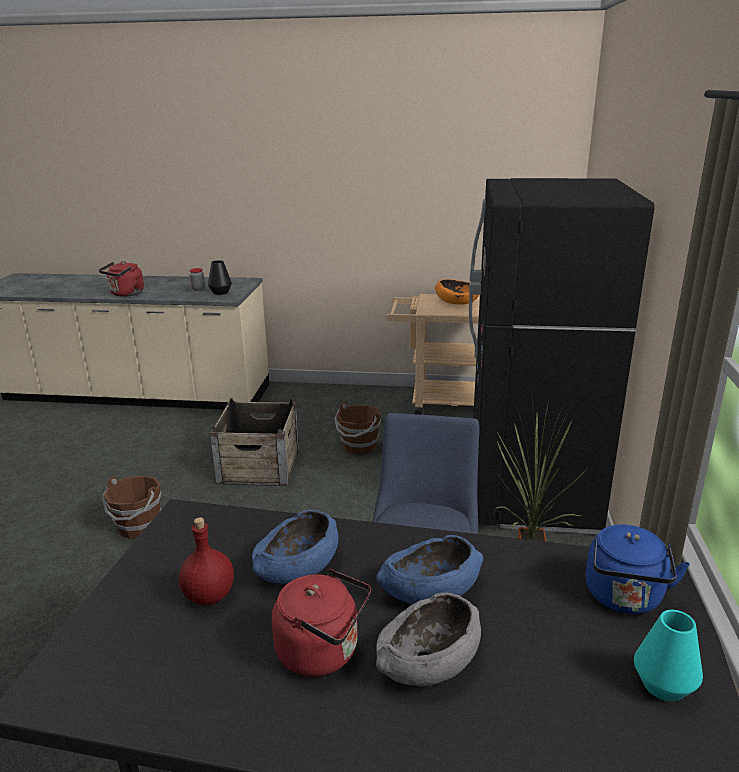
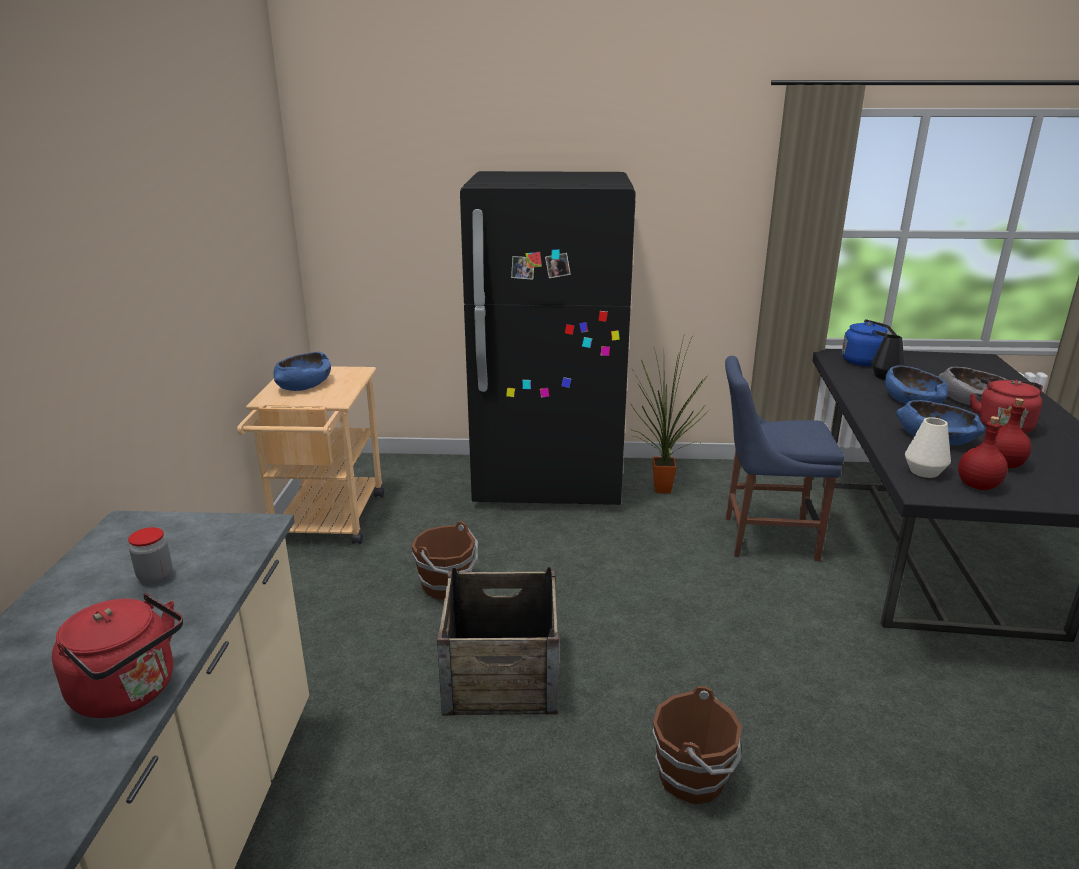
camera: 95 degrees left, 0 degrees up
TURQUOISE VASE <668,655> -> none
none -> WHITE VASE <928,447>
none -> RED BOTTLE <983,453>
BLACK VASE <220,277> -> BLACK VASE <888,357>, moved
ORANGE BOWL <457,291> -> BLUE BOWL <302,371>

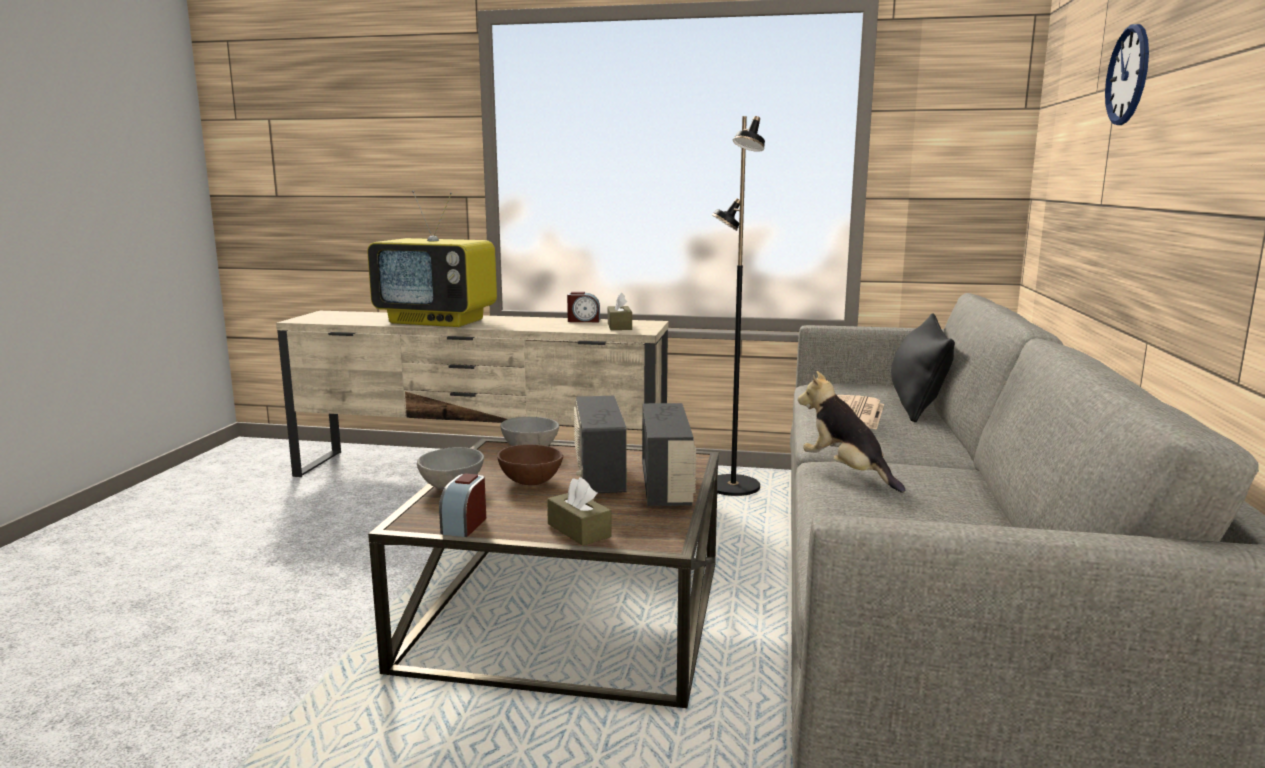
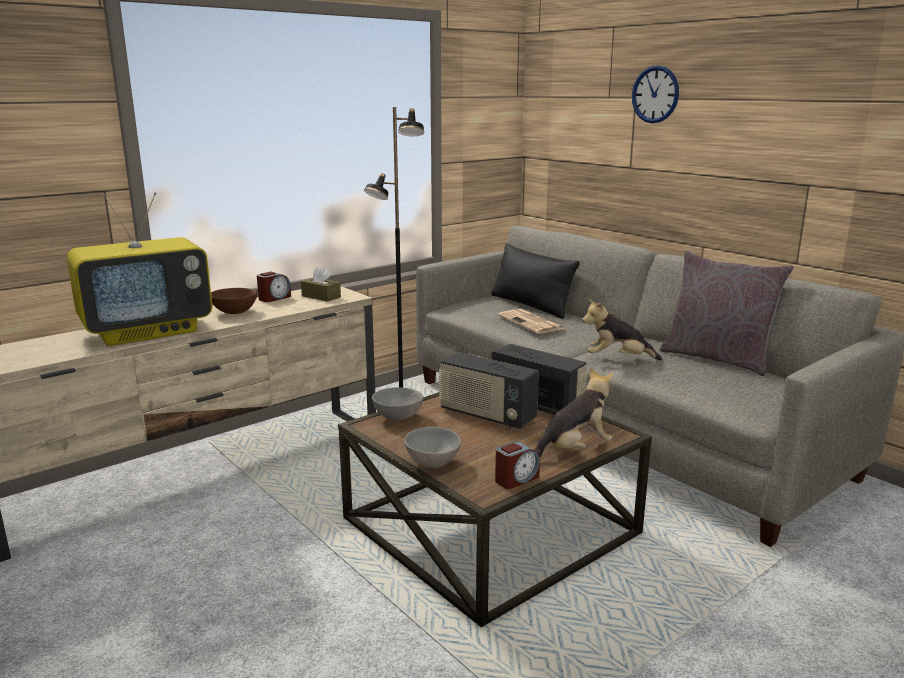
camera: 50 degrees left, 5 degrees up
none -> GREY PILLOW <727,313>
BROWN BOWL <530,465> -> BROWN BOWL <234,301>, moved
BROWN TISSUE BOX <579,511> -> PLUSH TOY <574,412>
ALARM CLOCK <462,505> -> ALARM CLOCK <517,465>, 90 degrees counterclockwise

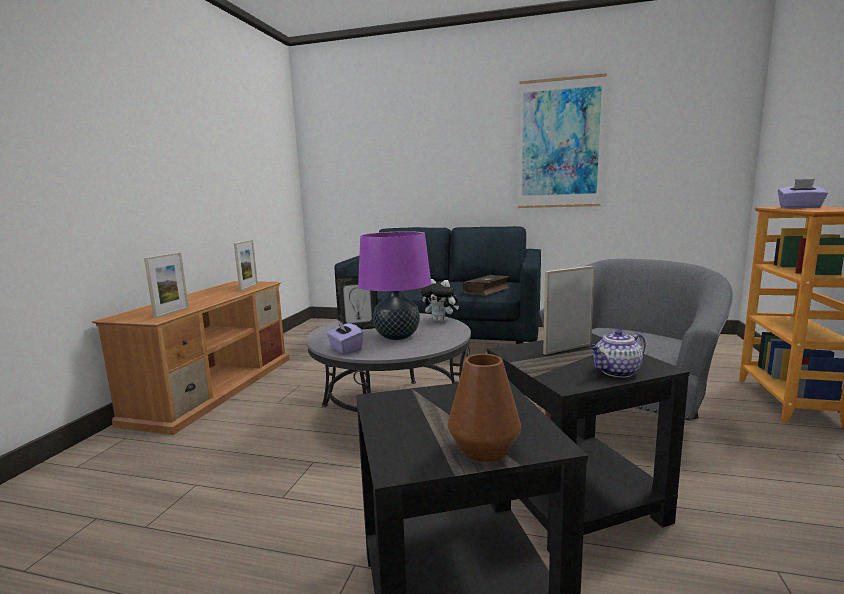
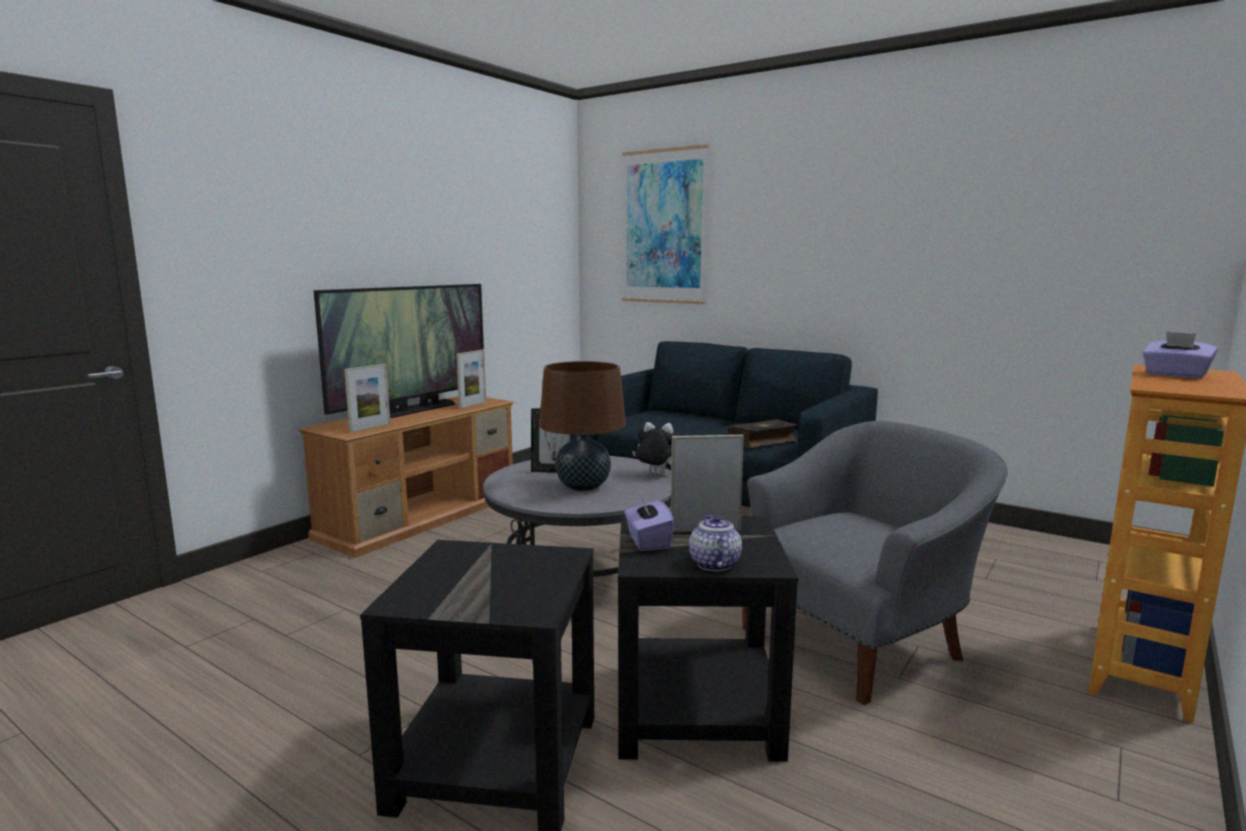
camera: 20 degrees right, 0 degrees up
BROWN VASE <484,408> -> none
none -> TELEVISION <399,351>
PURPLE TISSUE BOX <345,337> -> PURPLE TISSUE BOX <649,523>, moved
PICTURE <562,140> -> PICTURE <665,224>, moved
PURPLE TABLE LAMP <394,285> -> BROWN TABLE LAMP <582,426>
PLUSH TOY <440,300> -> PLUSH TOY <656,448>, 150 degrees clockwise
TEAPOT <618,353> -> TEAPOT <715,542>, 90 degrees clockwise

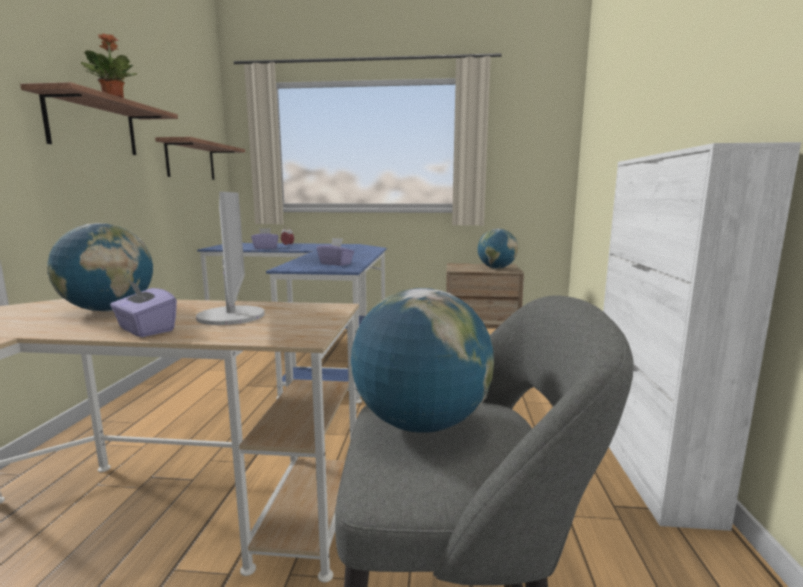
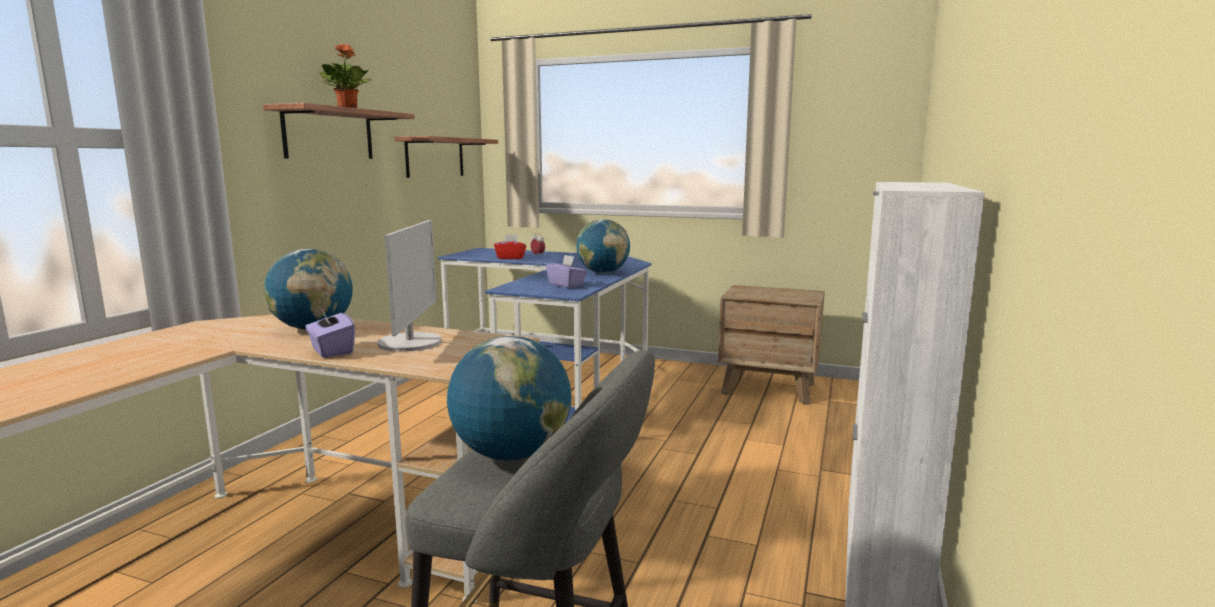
camera: 15 degrees right, 0 degrees up
GLOBE <498,249> -> GLOBE <603,246>, moved
PURPLE TISSUE BOX <265,238> -> RED TISSUE BOX <510,247>

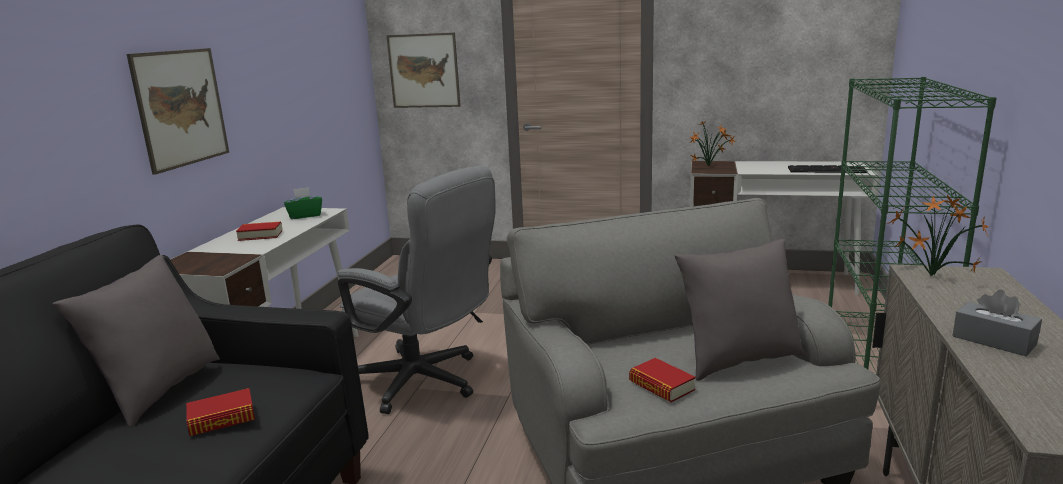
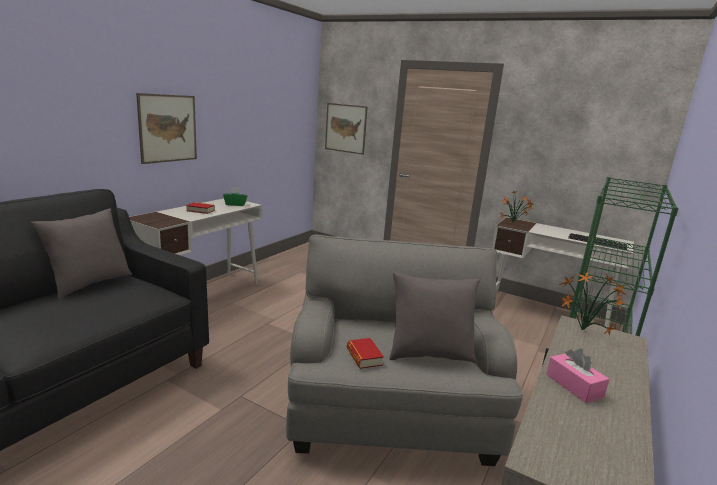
camera: 15 degrees right, 0 degrees up
BOOK <220,412> -> none
GREY OFFICE CHAIR <417,290> -> none
GREY TISSUE BOX <997,323> -> PINK TISSUE BOX <578,376>

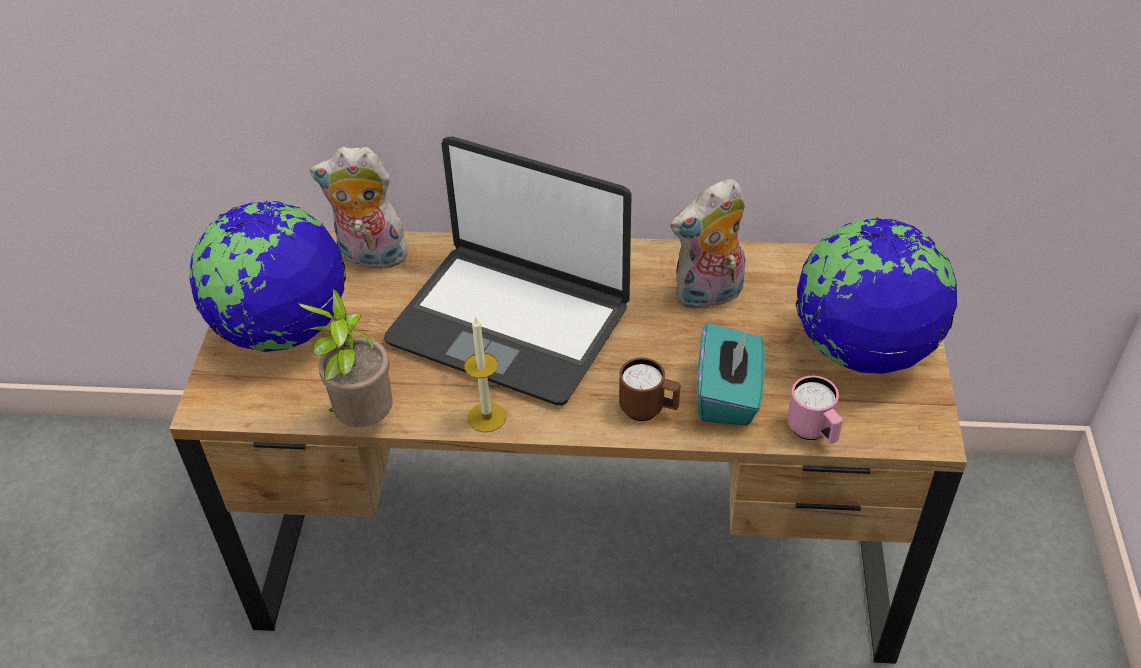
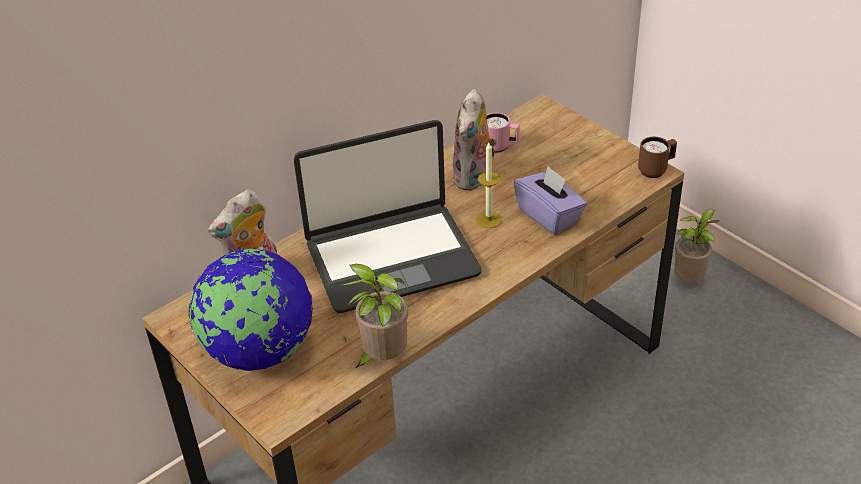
camera: 45 degrees left, 5 degrees down
GLOBE <876,295> -> none
none -> POTTED PLANT <696,245>
CANDLE <485,374> -> CANDLE <489,185>, moved
BROWN MUG <649,389> -> BROWN MUG <657,157>, moved
PINK MUG <815,410> -> PINK MUG <503,133>, moved
TURQUOISE TISSUE BOX <731,374> -> PURPLE TISSUE BOX <550,200>

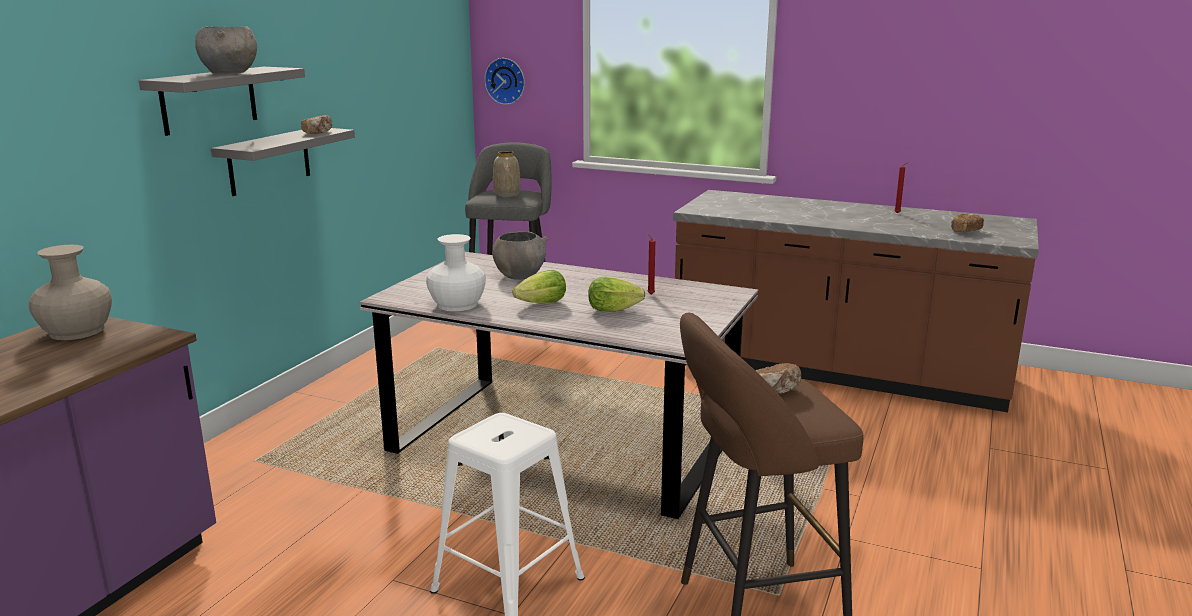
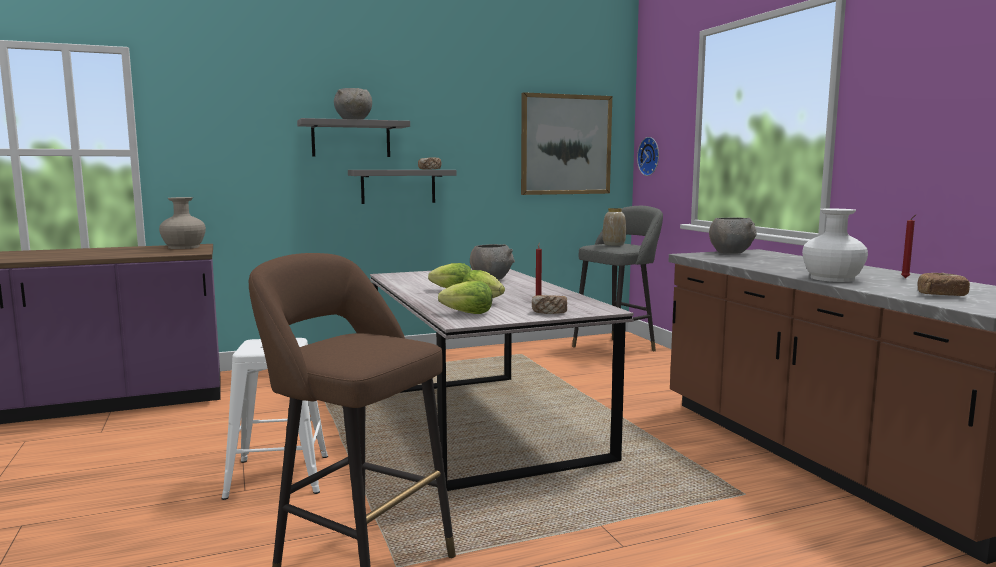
camera: 45 degrees right, 10 degrees down
none -> LETTUCE <465,297>
none -> PICTURE <566,143>
none -> GREY BOWL <733,235>
WHITE VASE <456,272> -> WHITE VASE <835,245>, moved
BREAD <778,378> -> BREAD <549,304>, moved

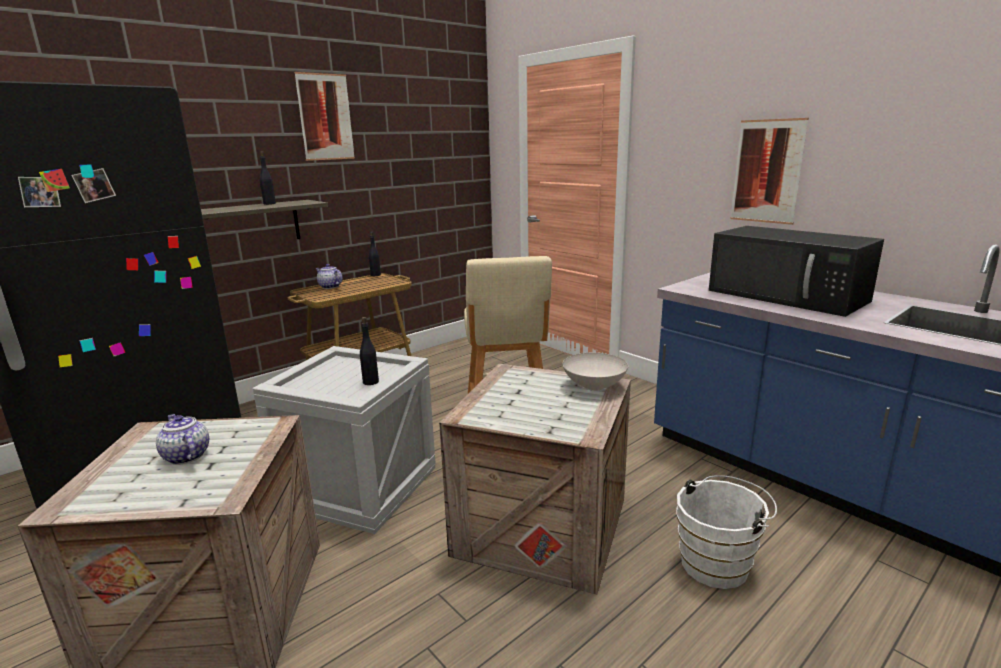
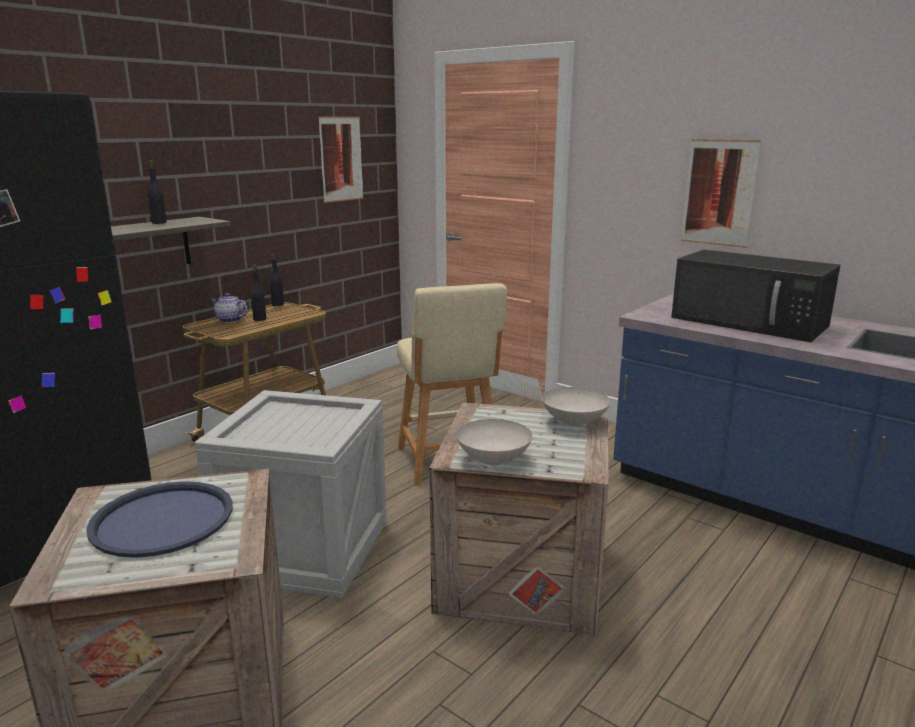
camera: 10 degrees left, 0 degrees up
WHITE BUCKET <726,532> -> none
none -> WHITE BOWL <494,442>
PICTURE <324,116> -> PICTURE <341,160>, moved
BLACK BOTTLE <369,351> -> BLACK BOTTLE <258,293>, moved
TEAPOT <182,439> -> BLUE TRAY <159,519>

